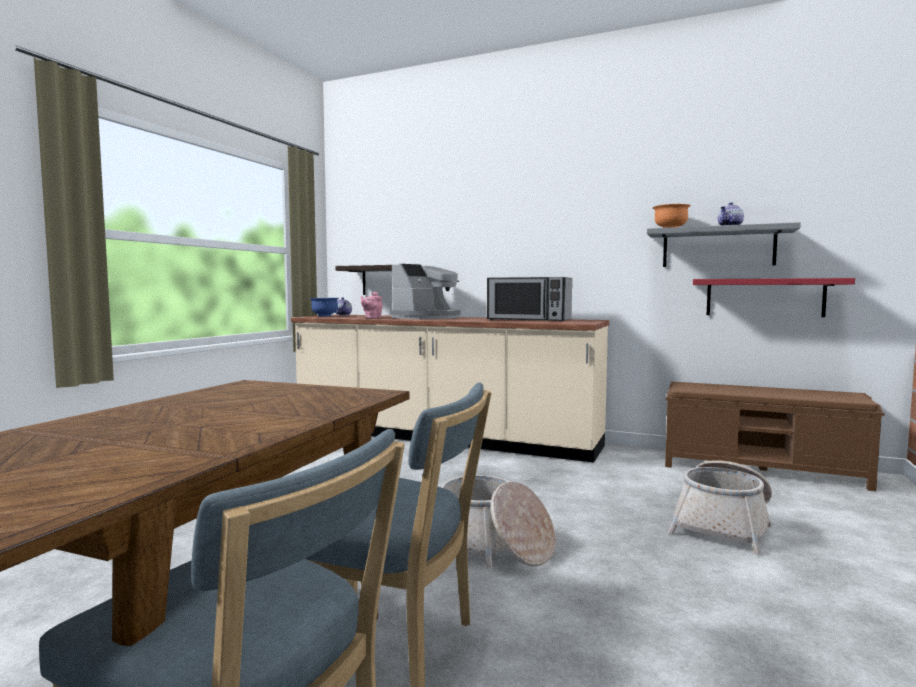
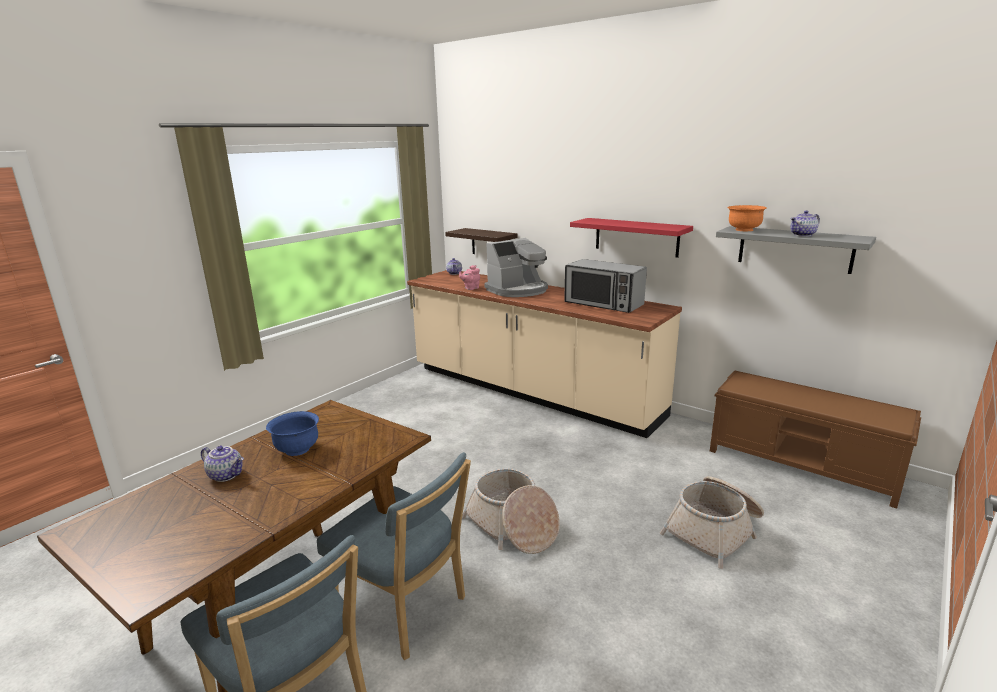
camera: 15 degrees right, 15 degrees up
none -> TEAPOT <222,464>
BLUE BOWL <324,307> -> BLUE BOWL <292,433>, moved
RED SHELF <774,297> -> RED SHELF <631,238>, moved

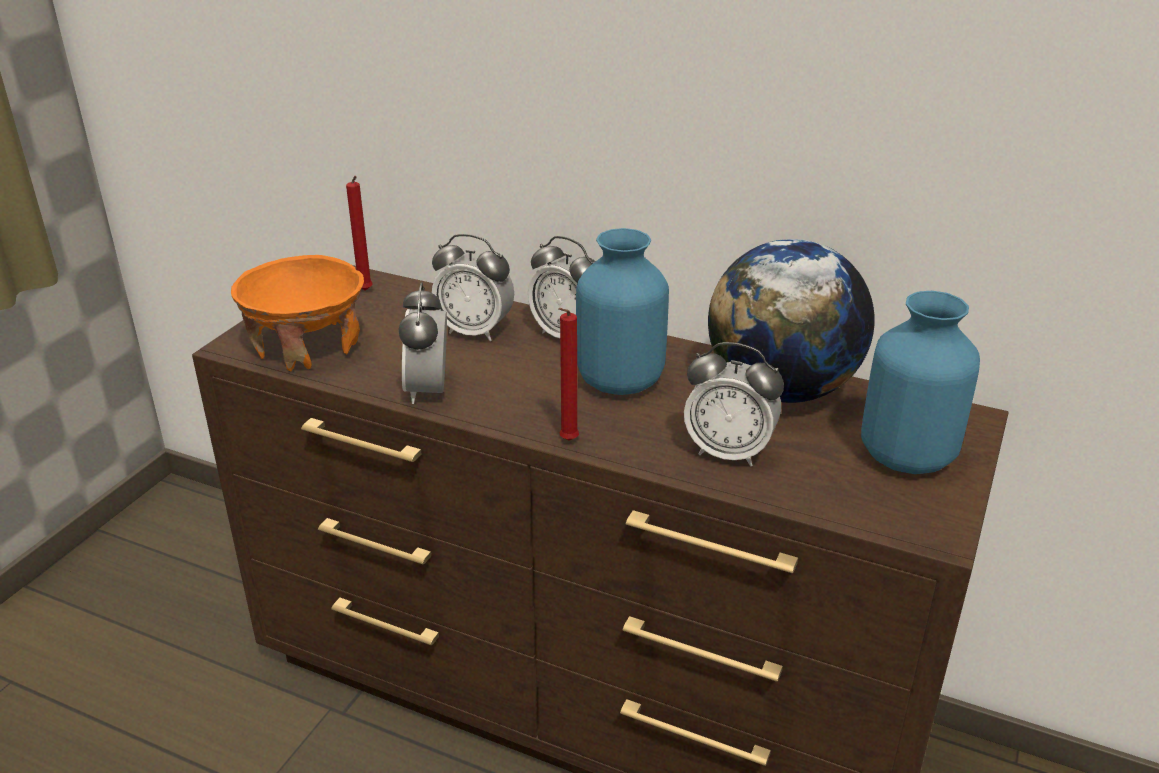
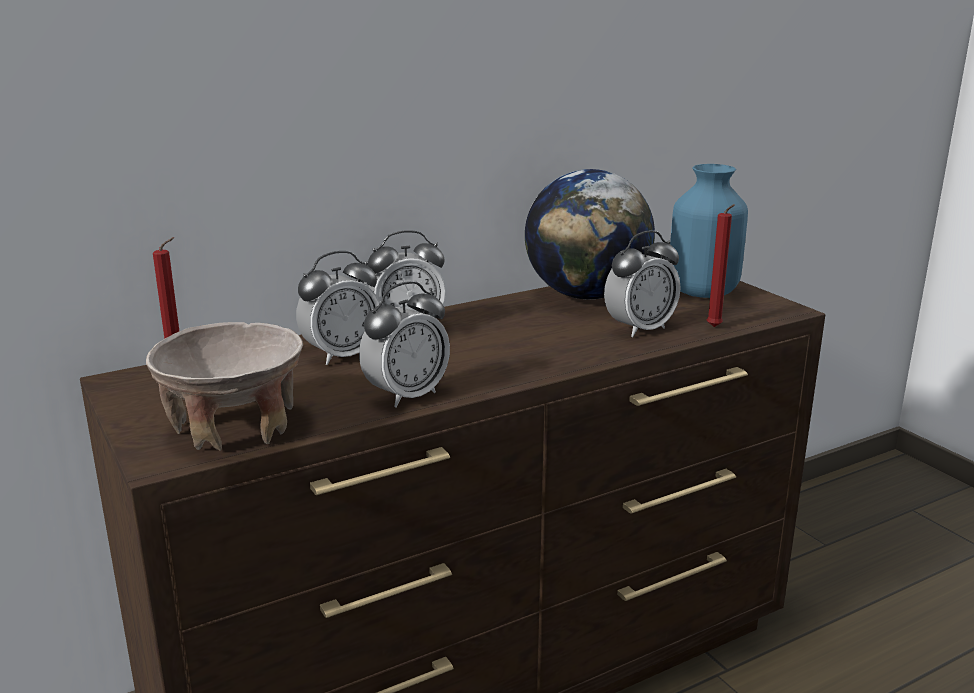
camera: 55 degrees left, 10 degrees down
BLUE VASE <622,311> -> none
RED CANDLE <568,374> -> RED CANDLE <721,265>, moved
ORANGE BOWL <297,313> -> BEIGE BOWL <224,386>
ALARM CLOCK <422,343> -> ALARM CLOCK <404,344>, 75 degrees counterclockwise

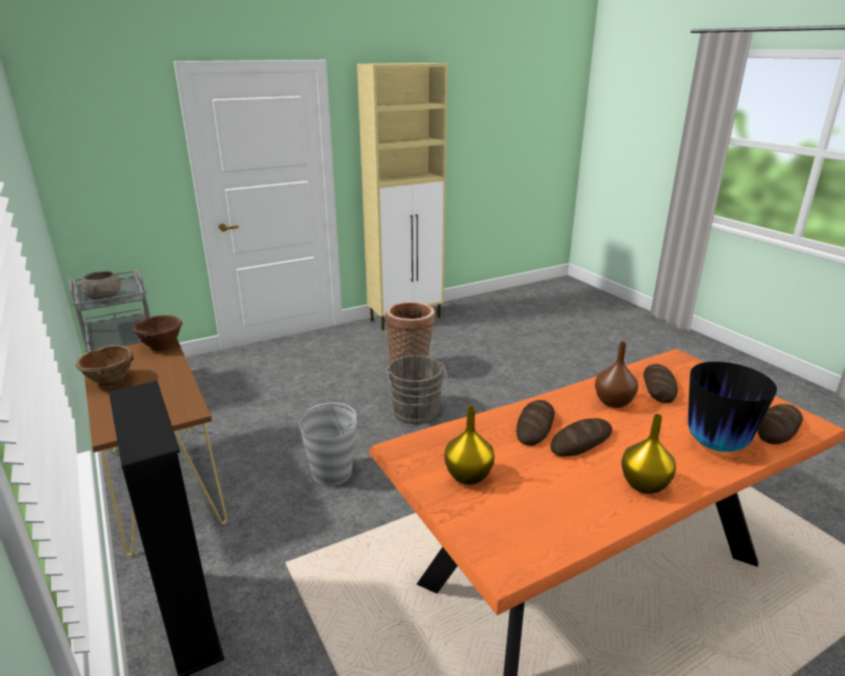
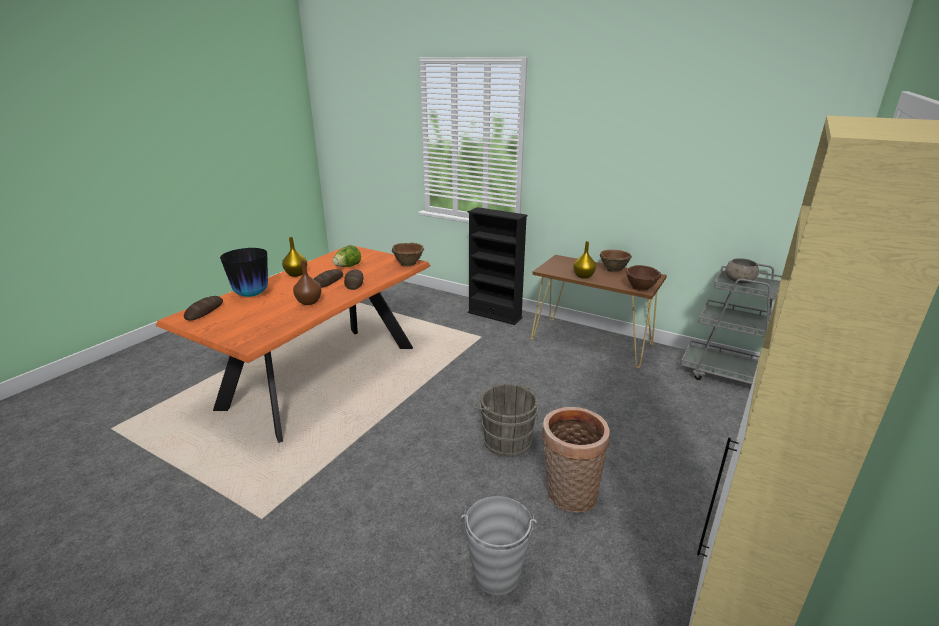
camera: 150 degrees right, 0 degrees up
BREAD <661,383> -> none
none -> LETTUCE <346,256>
none -> BROWN BOWL <408,255>
GREY BUCKET <328,444> -> GREY BUCKET <499,545>, moved
YELLOW VASE <469,445> -> YELLOW VASE <584,260>, moved

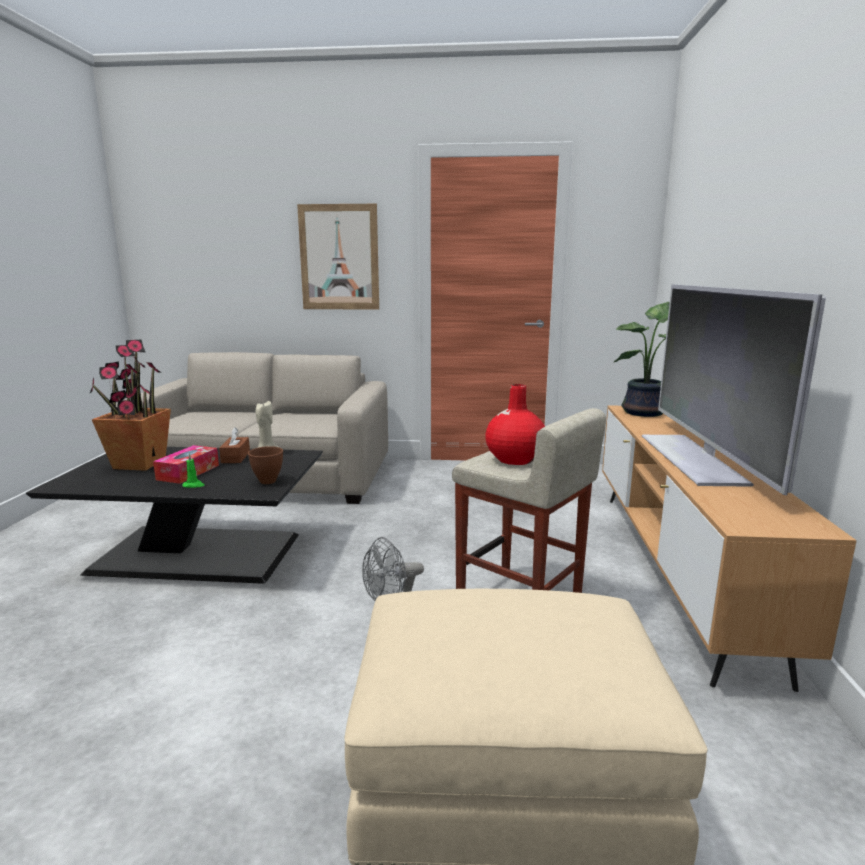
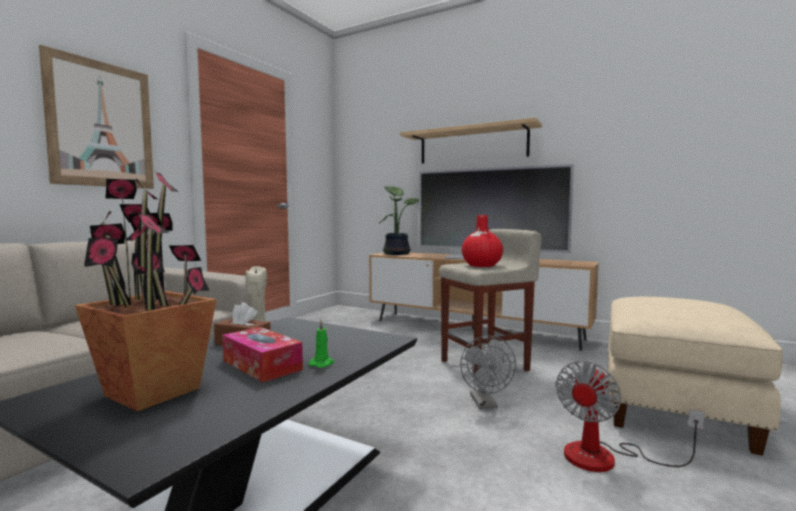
camera: 65 degrees left, 10 degrees down
BROWN BOWL <265,465> -> none
none -> SHELF <471,140>
none -> FAN <630,416>

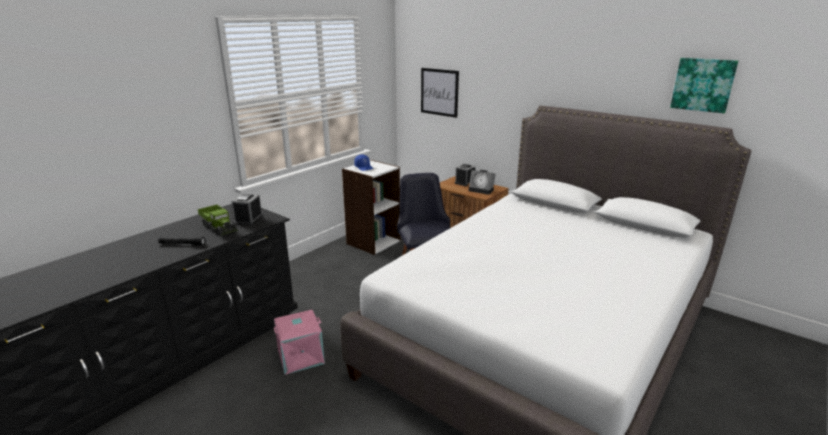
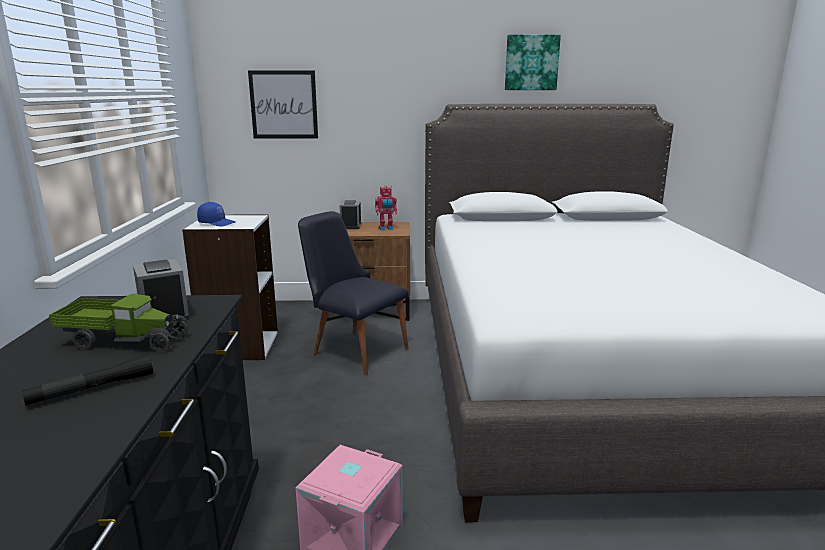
camera: 40 degrees left, 5 degrees down
PICTURE <704,85> -> PICTURE <533,62>, moved
ALARM CLOCK <482,182> -> TOY ROBOT <386,207>

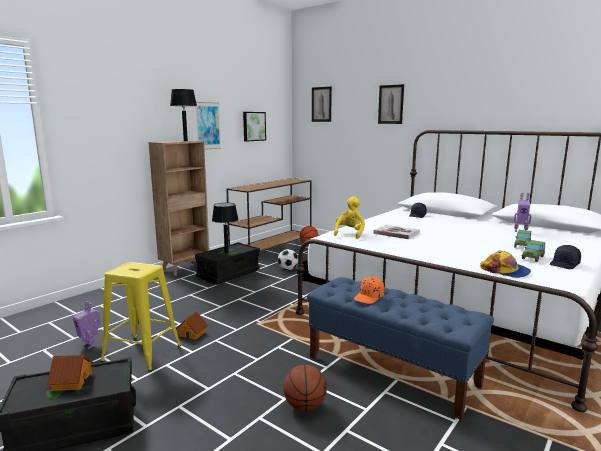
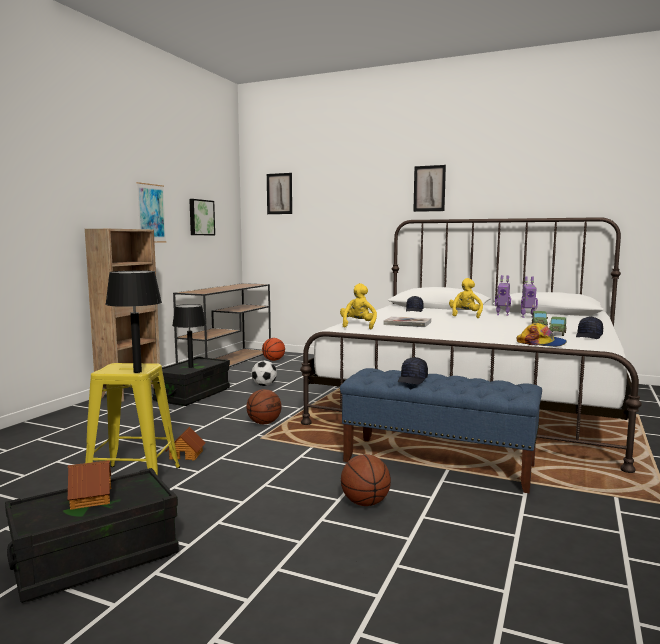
camera: 15 degrees left, 5 degrees down
none -> BASKETBALL <263,406>
none -> YELLOW PLUSH TOY <466,298>
TOY ROBOT <87,325> -> TOY ROBOT <503,295>, moved
BLACK TABLE LAMP <183,115> -> BLACK TABLE LAMP <133,322>, moved
PICTURE <391,104> -> PICTURE <429,188>, moved
ORANGE CAP <369,290> -> BLACK CAP <413,371>

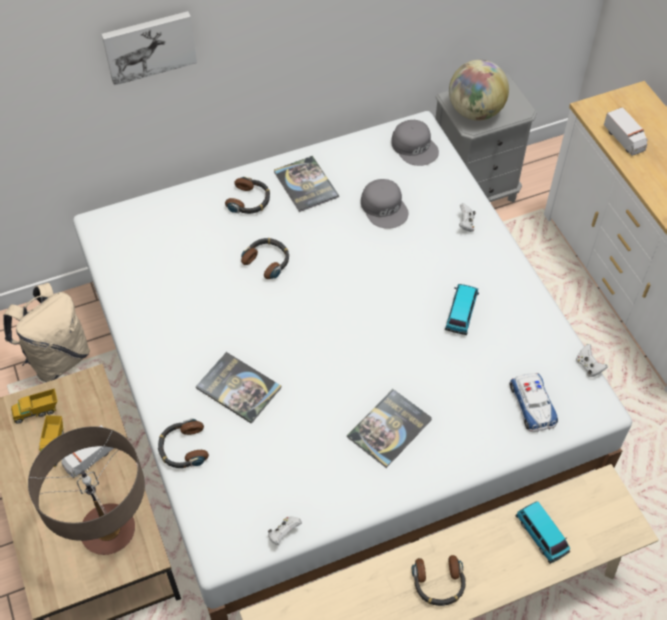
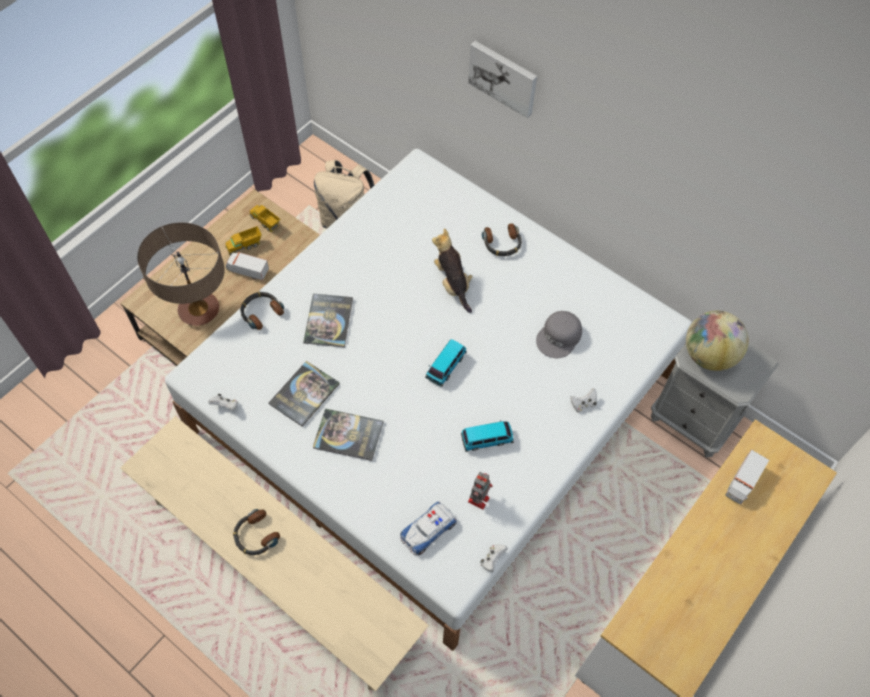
camera: 60 degrees right, 5 degrees up
GREY CAP <415,143> -> none
none -> TOY ROBOT <480,490>
BOOK <306,184> -> BOOK <304,394>, moved
TOY CAR <542,532> -> TOY CAR <446,363>, moved
HEADPHONES <265,258> -> PLUSH TOY <452,270>

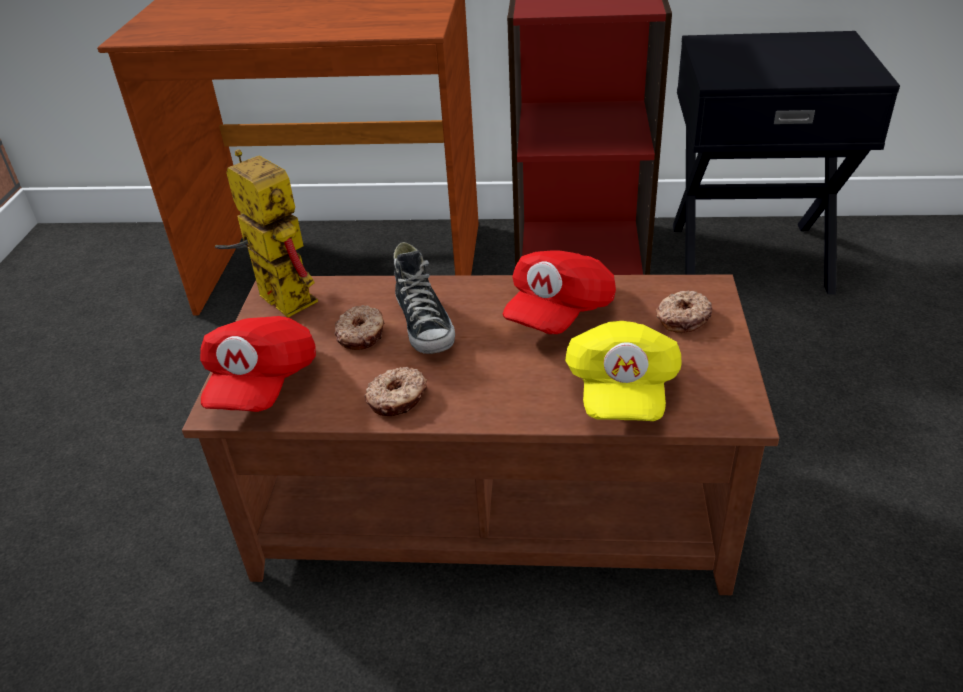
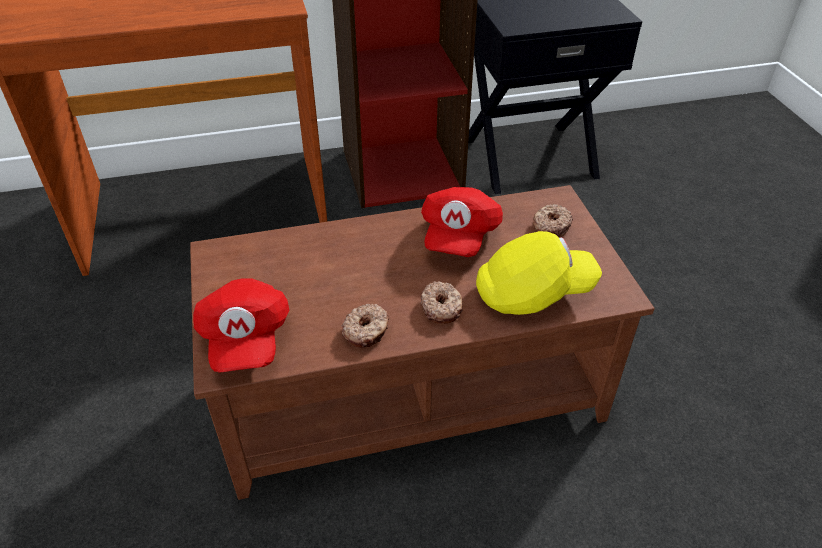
camera: 20 degrees left, 5 degrees up
TOY ROBOT <266,233> -> none
SHOE <424,298> -> none
DONUT <359,327> -> DONUT <441,302>, moved
YELLOW CAP <623,371> -> YELLOW CAP <539,273>, 90 degrees counterclockwise

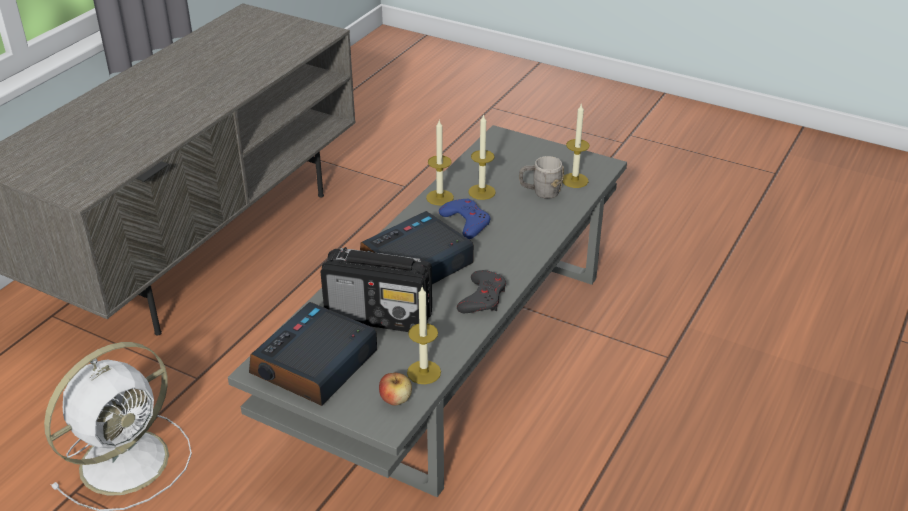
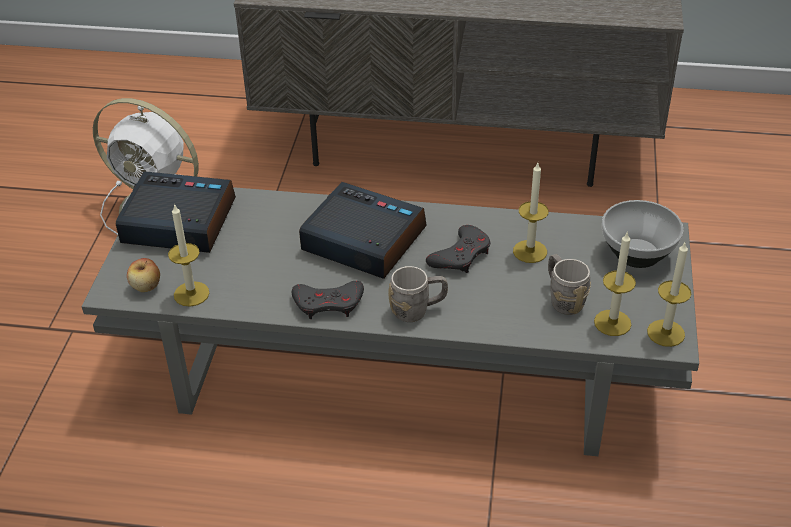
camera: 70 degrees right, 5 degrees up
RADIO <376,289> -> none
none -> GREY MUG <418,294>
none -> BOWL <642,234>
CANDLE <440,162> -> CANDLE <669,294>, moved
BLUE GAME CONTROLLER <465,218> -> GREY GAME CONTROLLER <458,249>

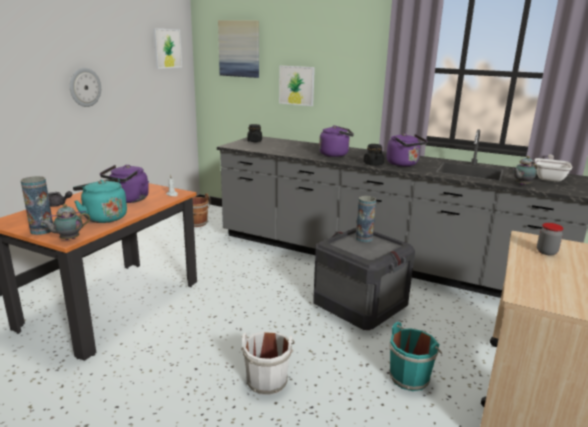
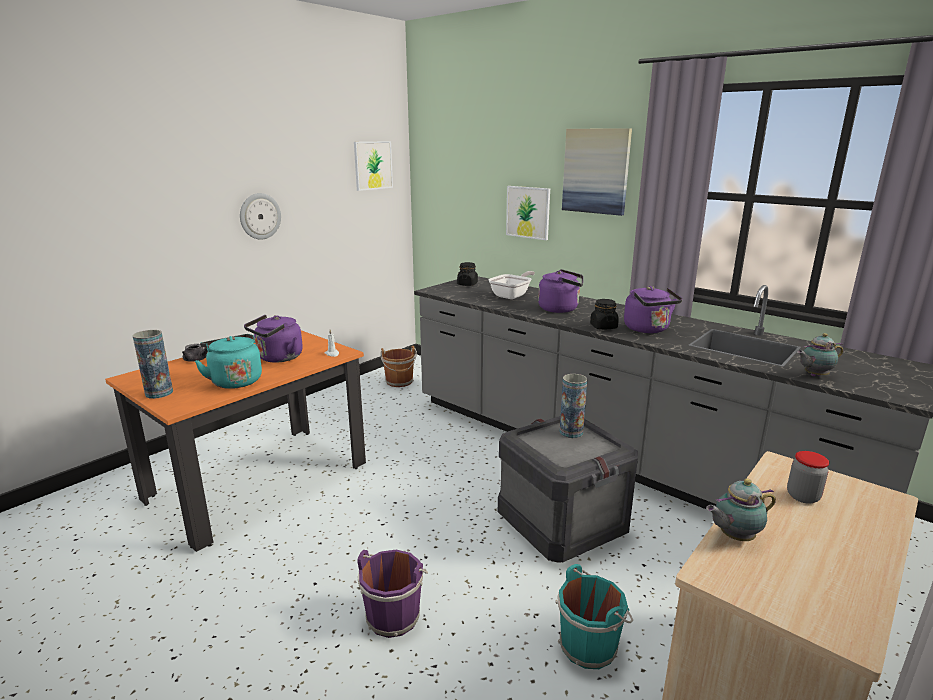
camera: 15 degrees right, 0 degrees up
TEAPOT <65,222> -> TEAPOT <741,510>, moved
PICTURE <238,49> -> PICTURE <597,172>, moved
FRYING PAN <554,168> -> FRYING PAN <512,285>, moved
WHITE BUCKET <268,363> -> PURPLE BUCKET <392,594>

